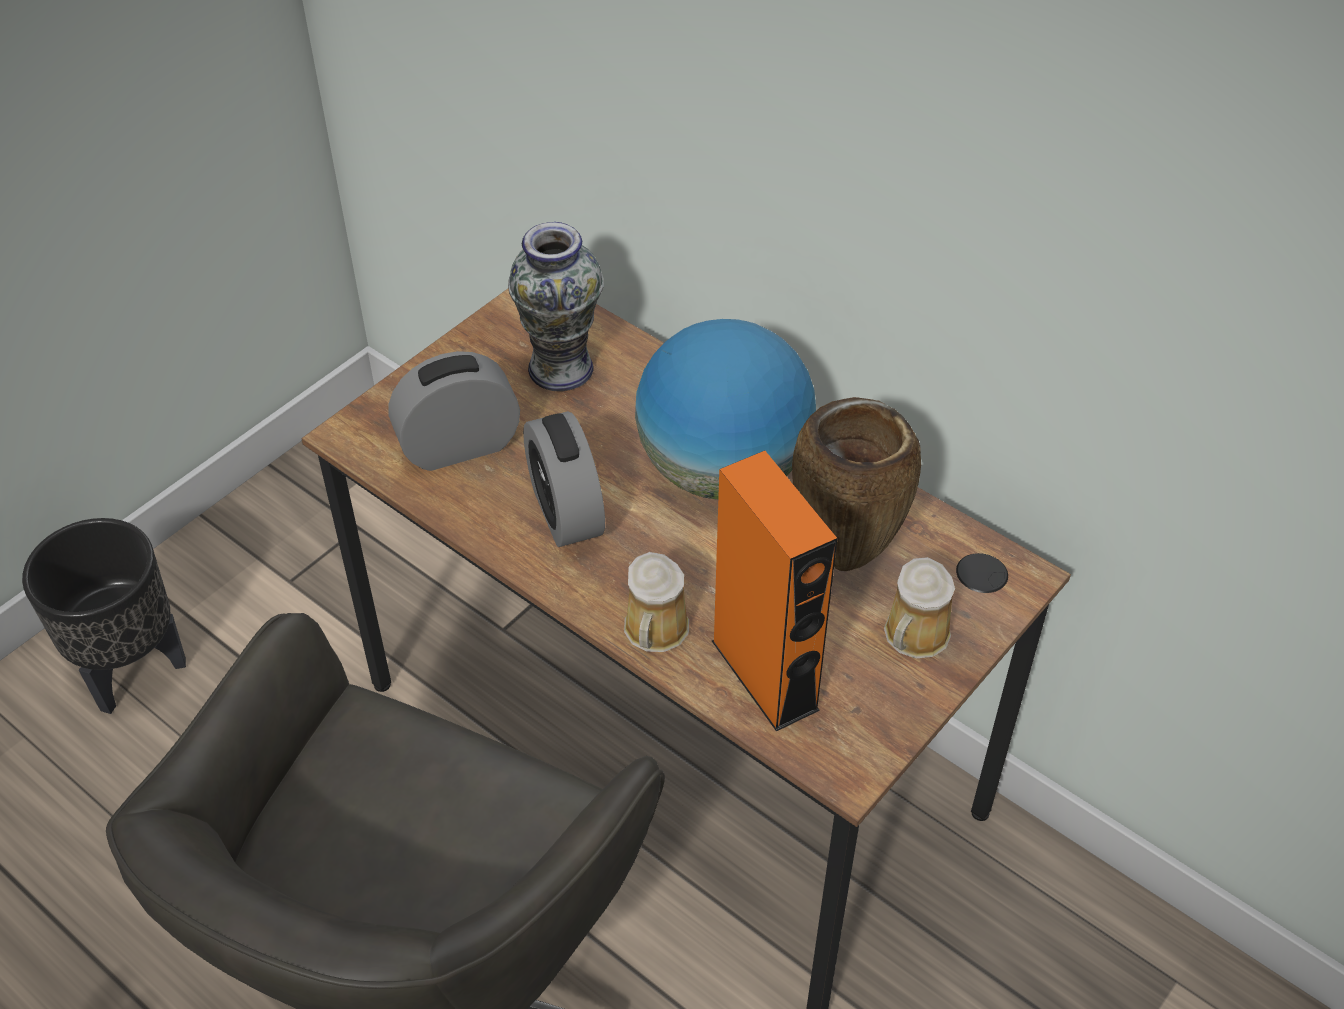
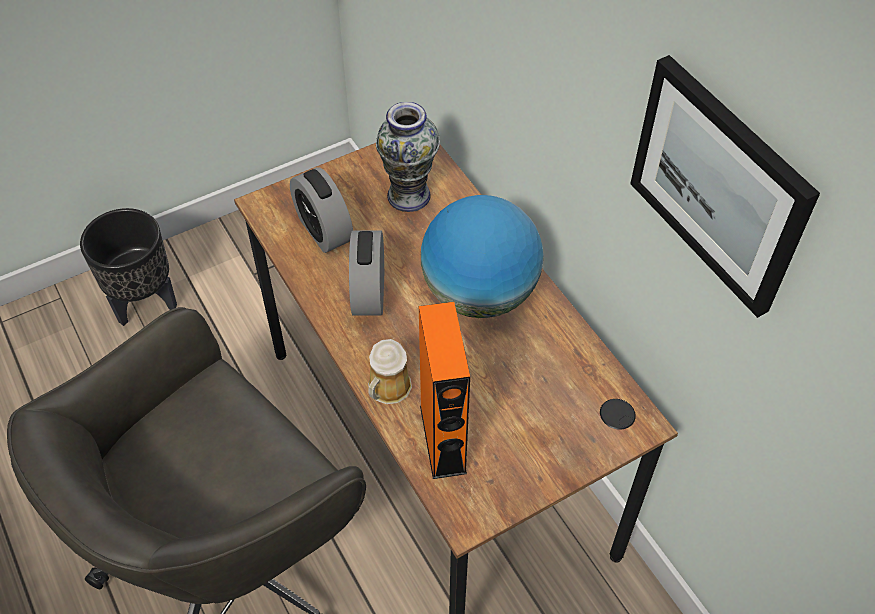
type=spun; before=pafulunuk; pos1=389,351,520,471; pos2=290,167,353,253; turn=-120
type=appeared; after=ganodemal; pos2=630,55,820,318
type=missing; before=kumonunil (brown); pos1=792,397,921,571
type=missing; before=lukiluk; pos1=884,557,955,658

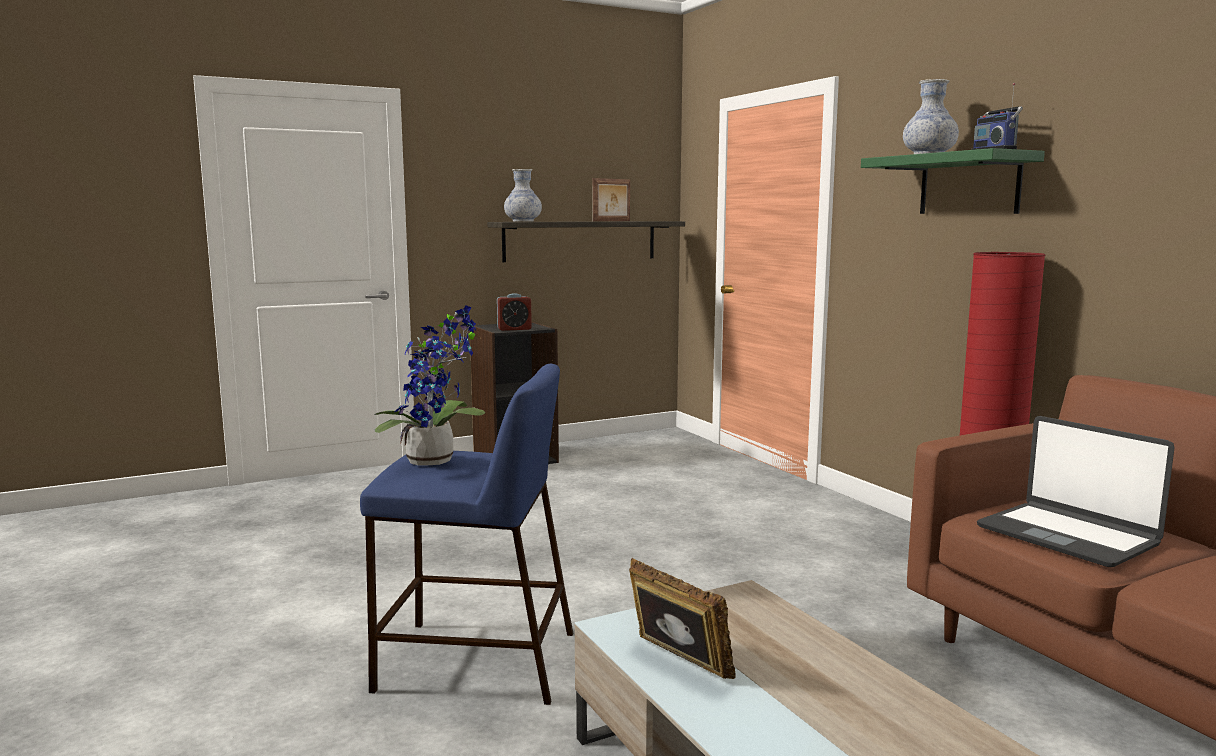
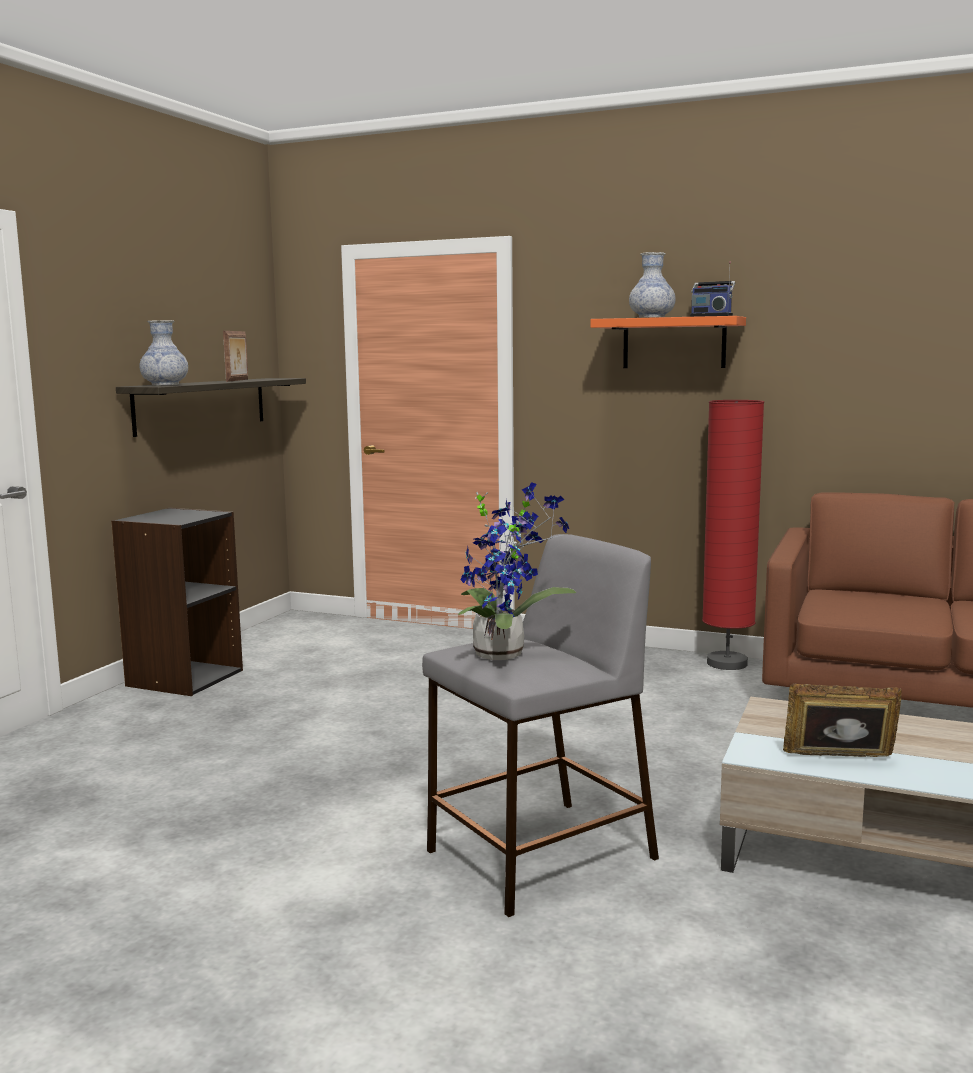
type=colour; before=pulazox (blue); after=pulazox (grey); pos1=360,364,573,705; pos2=422,534,659,917
type=colour; before=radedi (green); after=radedi (orange); pos1=861,148,1045,214; pos2=590,316,746,368
type=missing; before=pafulunuk; pos1=497,293,532,331
type=missing; before=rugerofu; pos1=977,416,1174,567

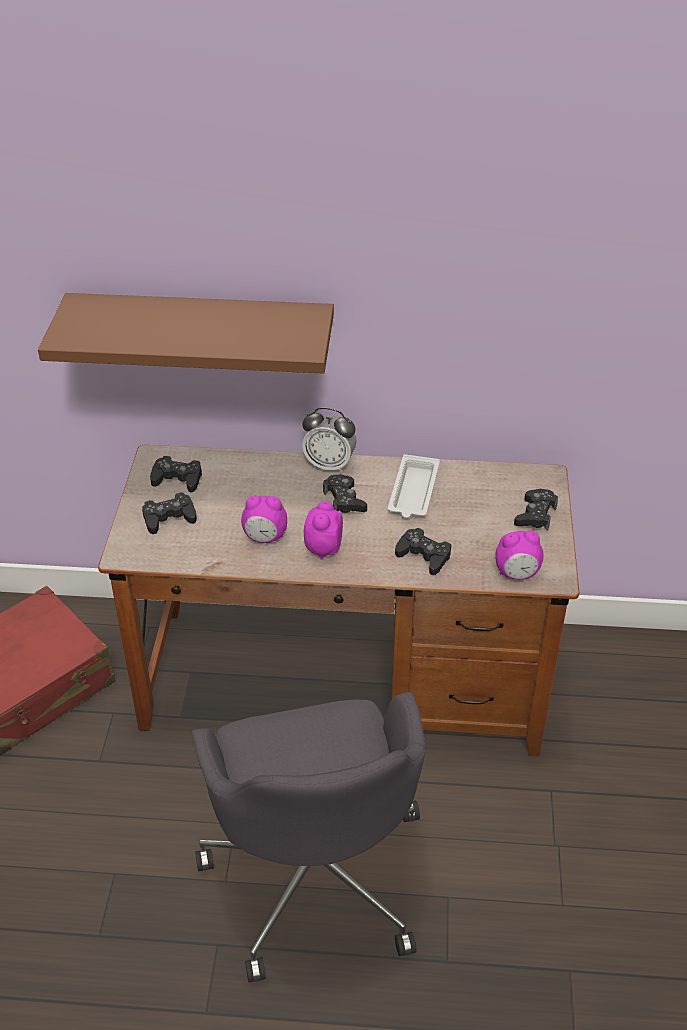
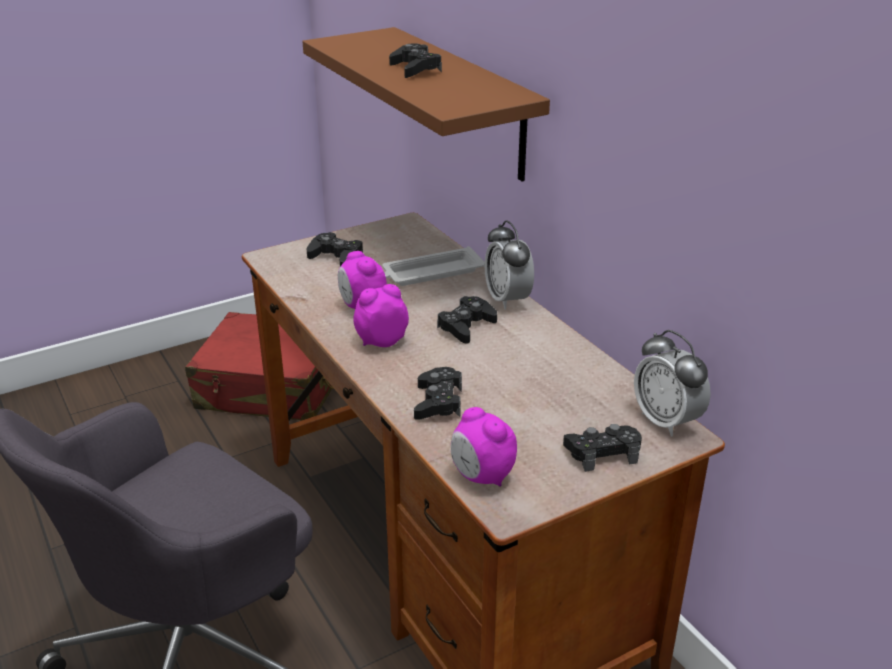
type=relocated; before=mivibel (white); pos1=388,454,440,518; pos2=382,246,485,286
type=relocated; before=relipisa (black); pos1=150,456,202,493; pos2=389,43,442,78
type=appeared; after=pafulunuk; pos2=634,330,711,437

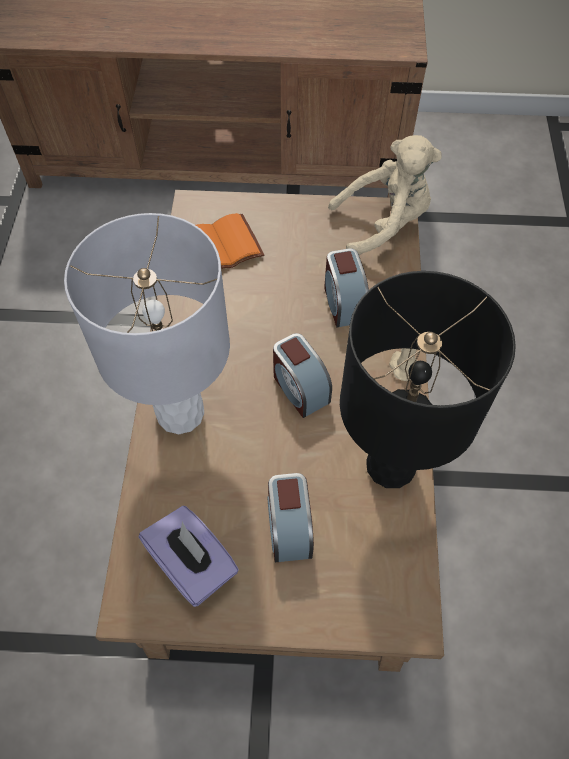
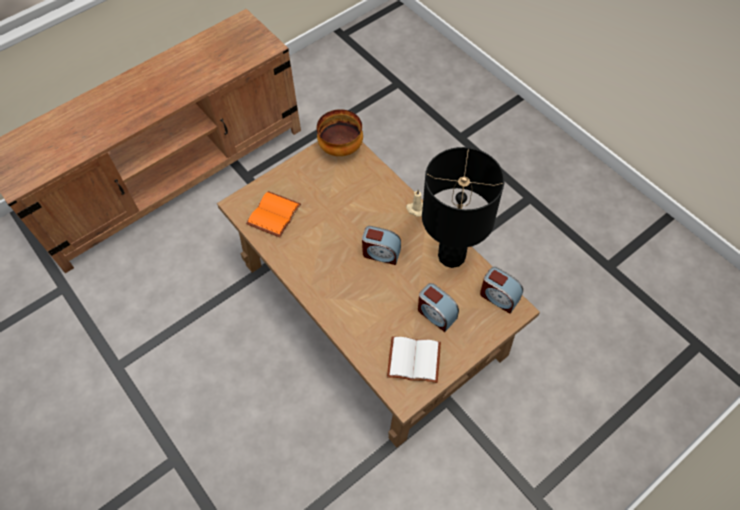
type=exchanged; before=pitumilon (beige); after=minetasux; pos1=328,135,442,256; pos2=317,109,363,156
type=exchanged; before=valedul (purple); after=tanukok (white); pos1=139,506,239,607; pos2=387,336,441,383
type=relocated; before=pafulunuk; pos1=324,248,369,327; pos2=480,267,523,314
type=missing; before=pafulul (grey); pos1=64,213,230,434

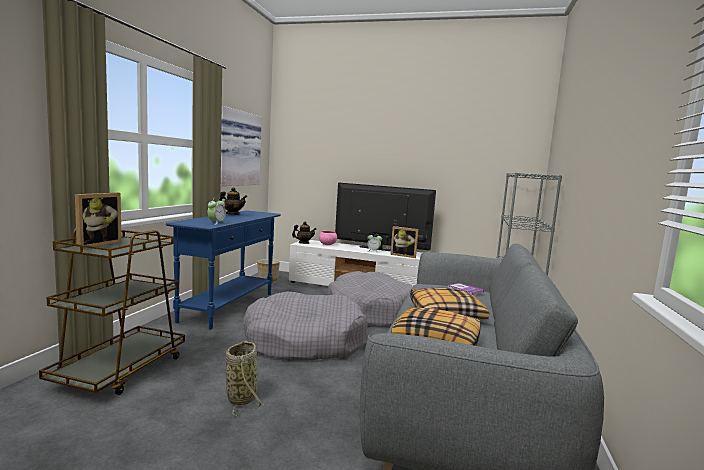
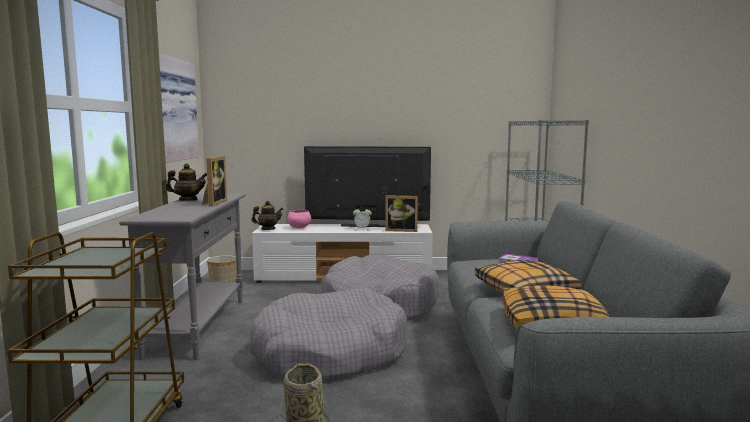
type=colour; before=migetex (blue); after=migetex (grey); pos1=166,210,281,329; pos2=119,193,246,360
type=relocated; before=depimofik; pos1=75,193,122,250; pos2=202,156,227,207
type=missing; before=pafulunuk; pos1=208,199,226,225

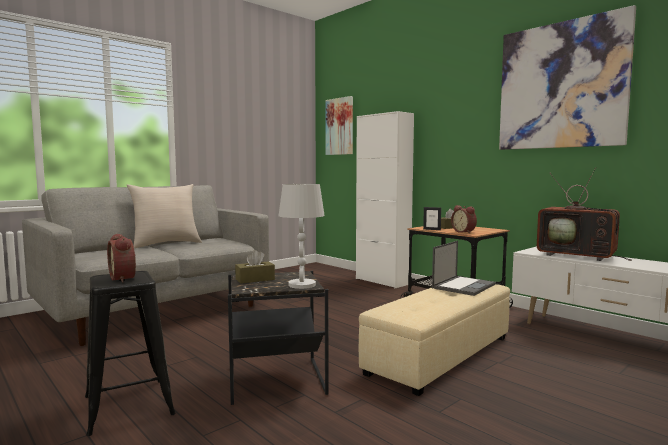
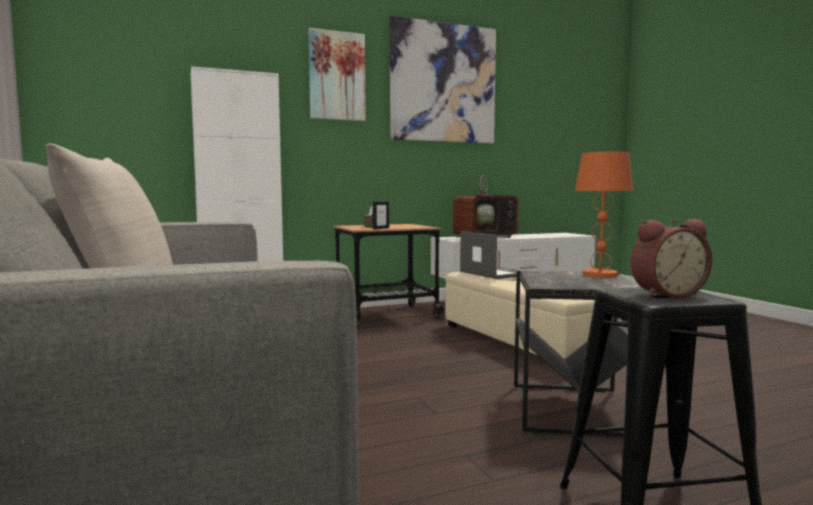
type=relocated; before=ganodemal; pos1=325,96,353,155; pos2=308,28,366,121
type=colour; before=pafulul (white); after=pafulul (orange); pos1=278,184,325,289; pos2=575,152,633,278
type=missing; before=valedul (brown); pos1=235,250,275,284
type=missing; before=pafulunuk; pos1=451,205,477,233

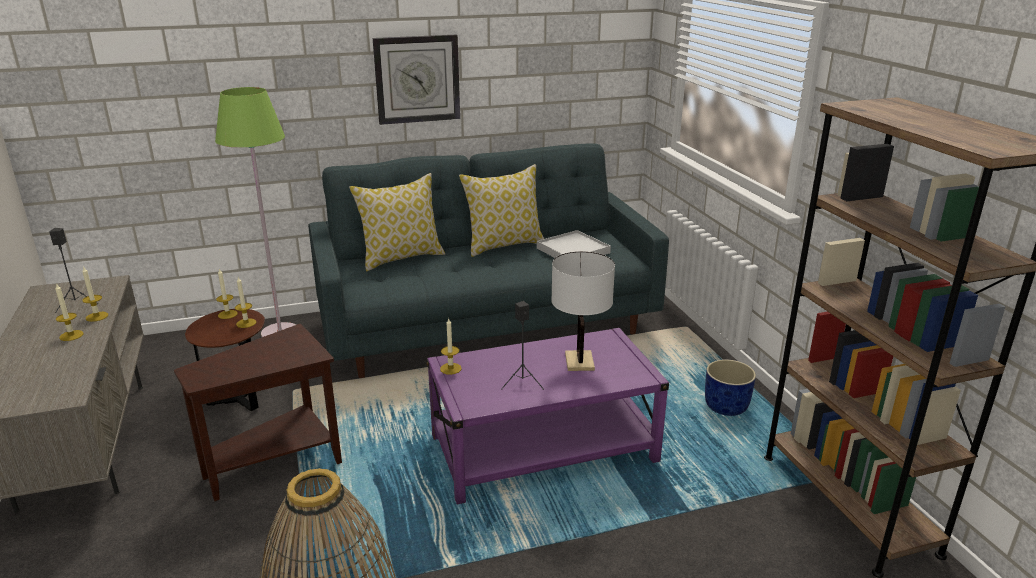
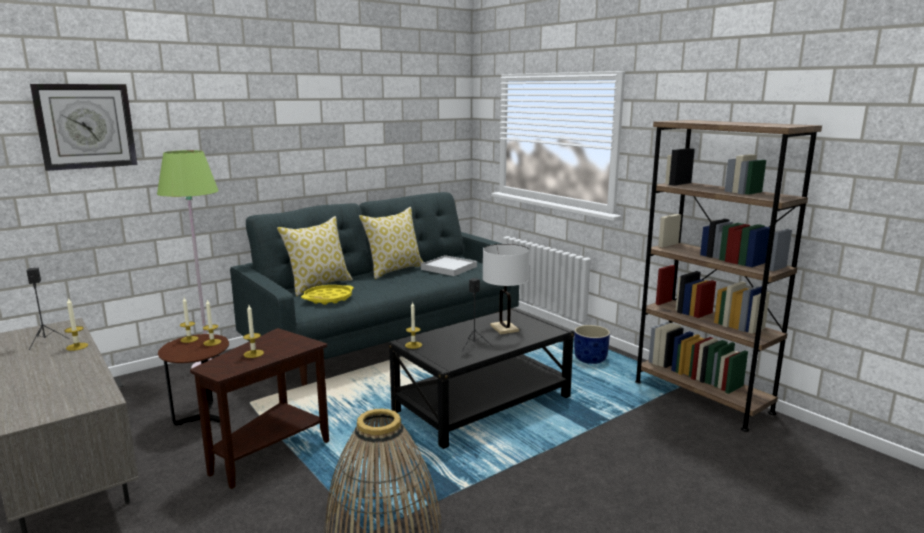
type=relocated; before=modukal; pos1=373,35,460,125; pos2=30,84,137,171
type=relocated; before=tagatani; pos1=55,283,84,341; pos2=243,305,264,358
type=appeared; after=mivibel (yellow); pos2=301,285,354,305
type=colour; before=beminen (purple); after=beminen (black); pos1=427,328,669,504; pos2=389,308,574,449

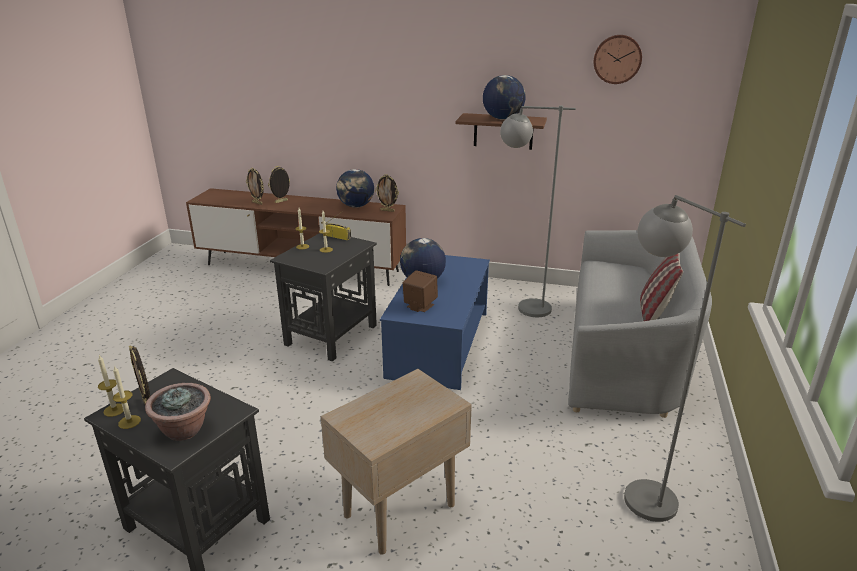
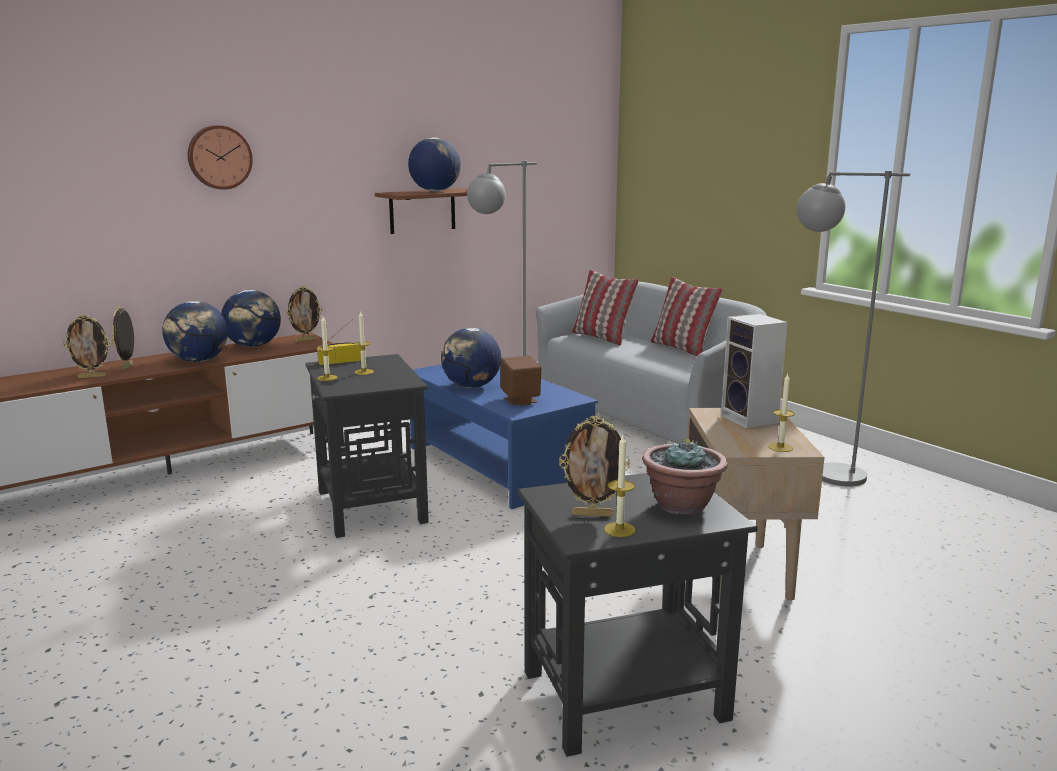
type=appeared; after=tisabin; pos2=162,301,228,362
type=relocated; before=modukal; pos1=594,35,642,84; pos2=188,125,253,190
type=appeared; after=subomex; pos2=572,270,639,346
type=appeared; after=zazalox; pos2=721,314,788,429
type=relocated; before=tagatani; pos1=98,355,124,417; pos2=768,373,795,452

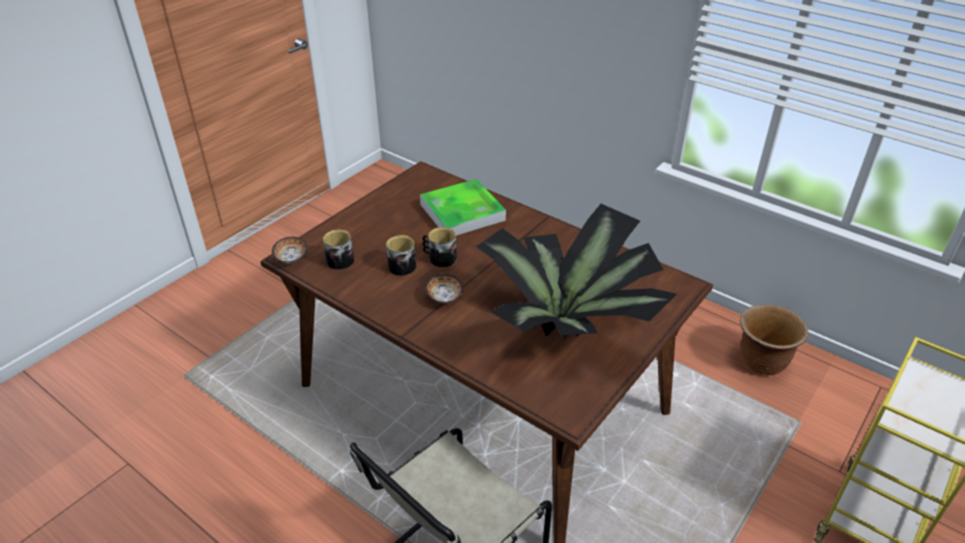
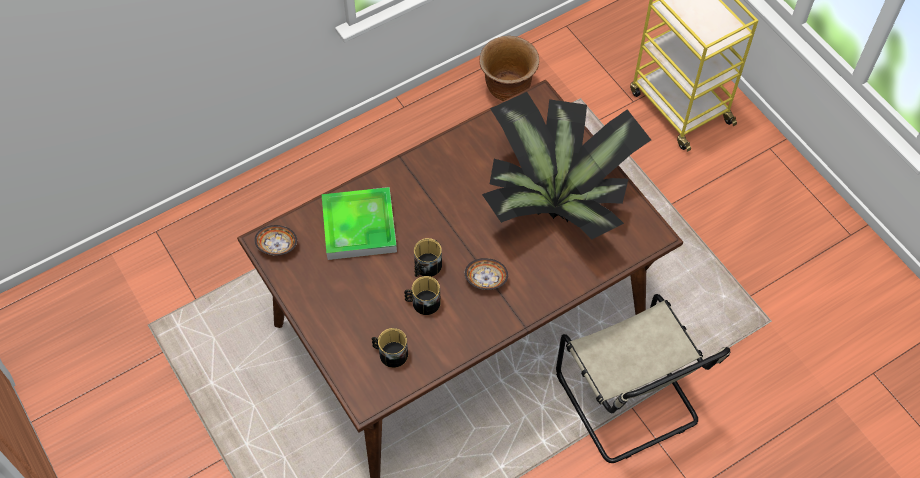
type=relocated; before=minetasux; pos1=272,237,308,263; pos2=254,225,297,256

